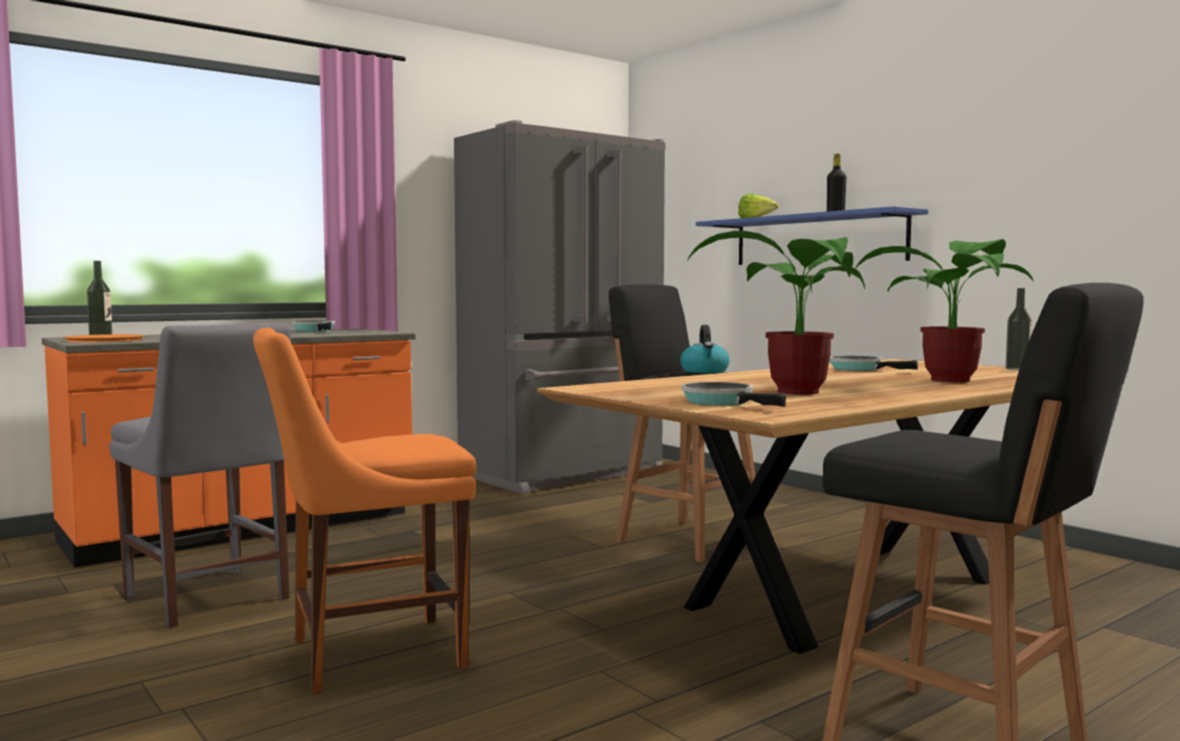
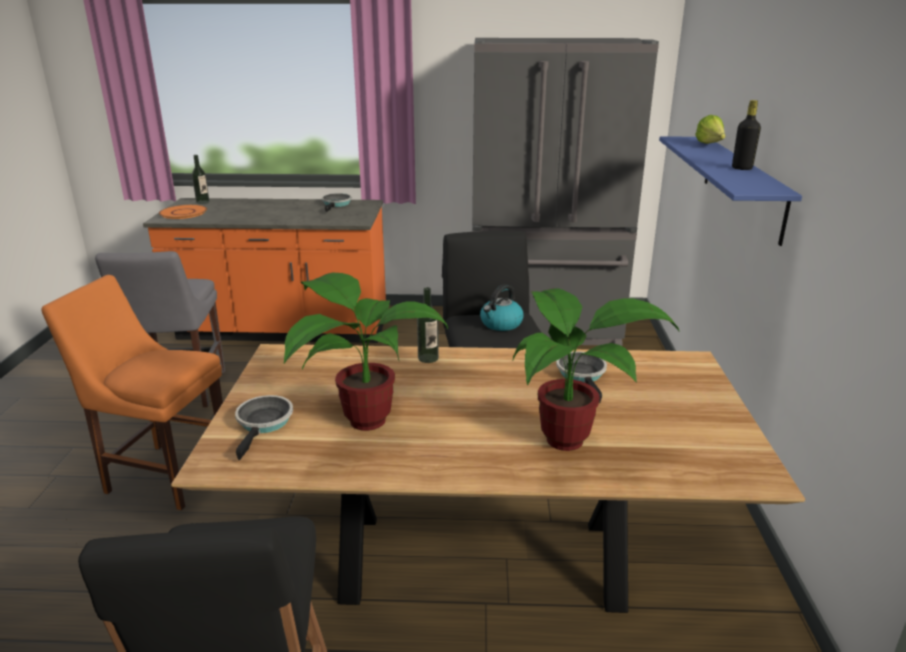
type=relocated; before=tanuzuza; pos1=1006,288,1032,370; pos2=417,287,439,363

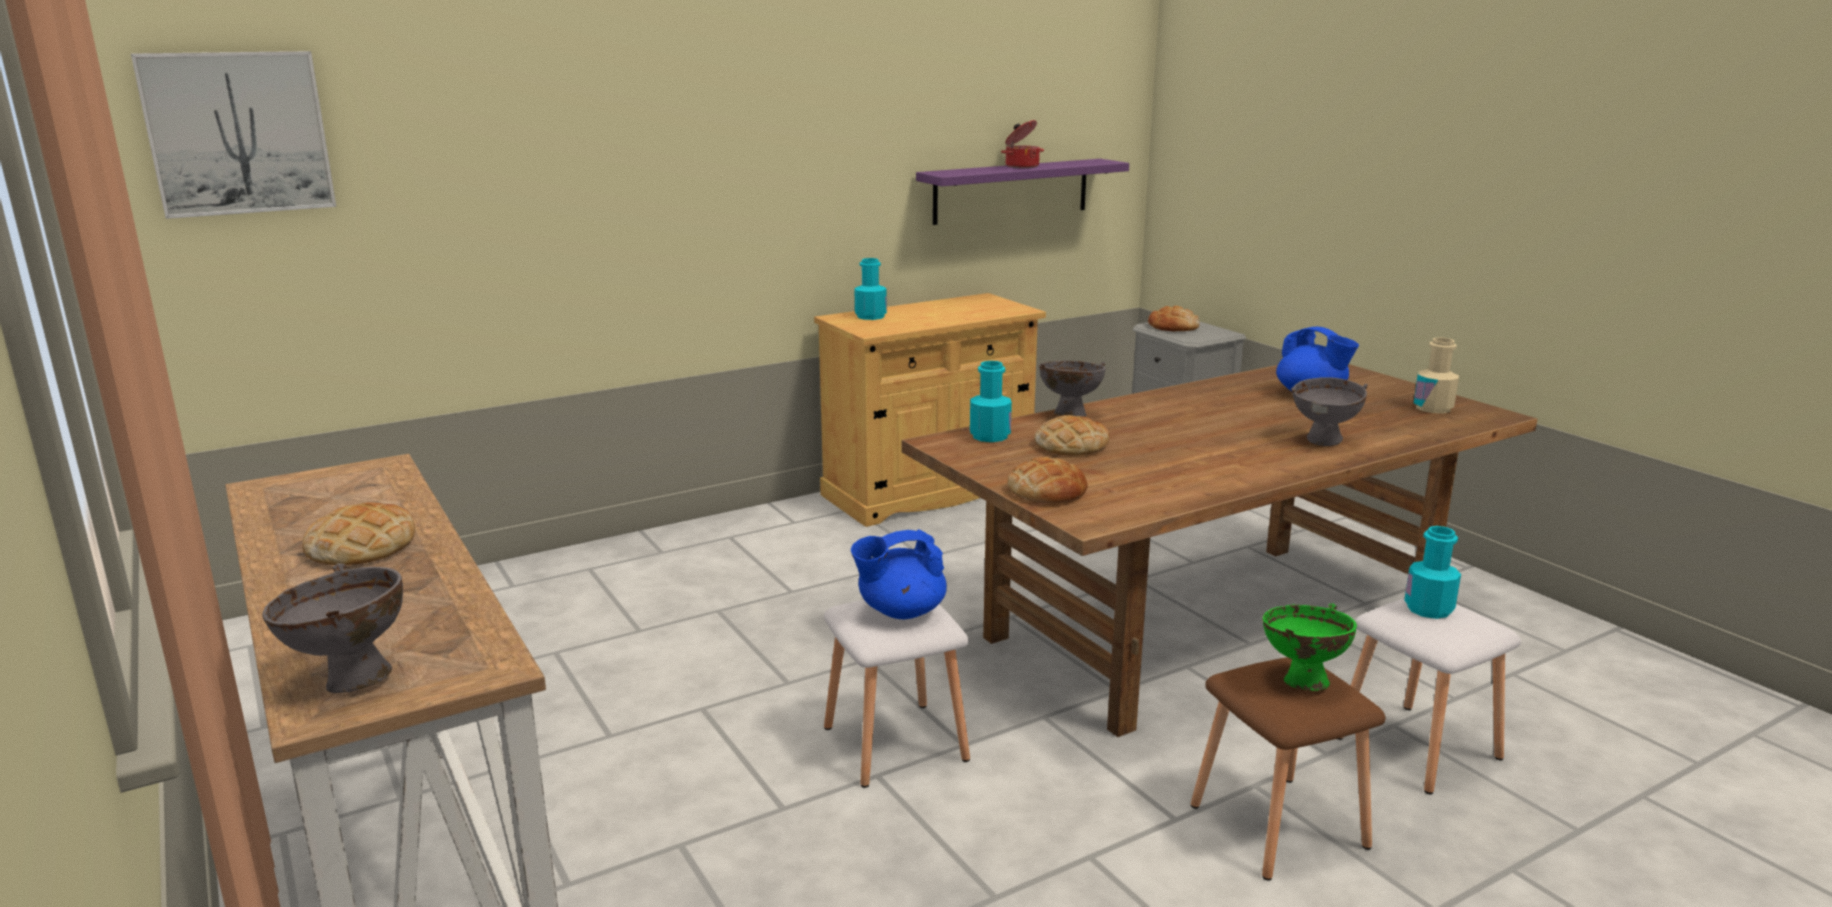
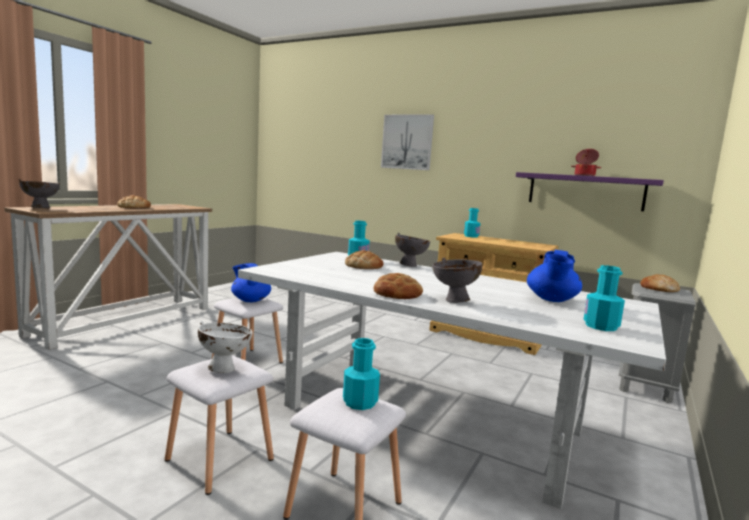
type=colour; before=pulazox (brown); after=pulazox (white); pos1=1191,657,1386,881; pos2=165,355,274,495
type=colour; before=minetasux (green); after=minetasux (white); pos1=1262,604,1357,691; pos2=198,321,252,373
type=colour; before=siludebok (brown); after=siludebok (white); pos1=902,364,1538,737; pos2=238,252,666,509
type=relocated; before=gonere; pos1=1008,457,1087,504; pos2=374,273,423,299
type=relocated; before=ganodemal; pos1=131,51,336,219; pos2=381,114,434,170
type=colour; before=tanuzuza (beige); after=tanuzuza (turquoise); pos1=1414,338,1459,414; pos2=584,265,625,331

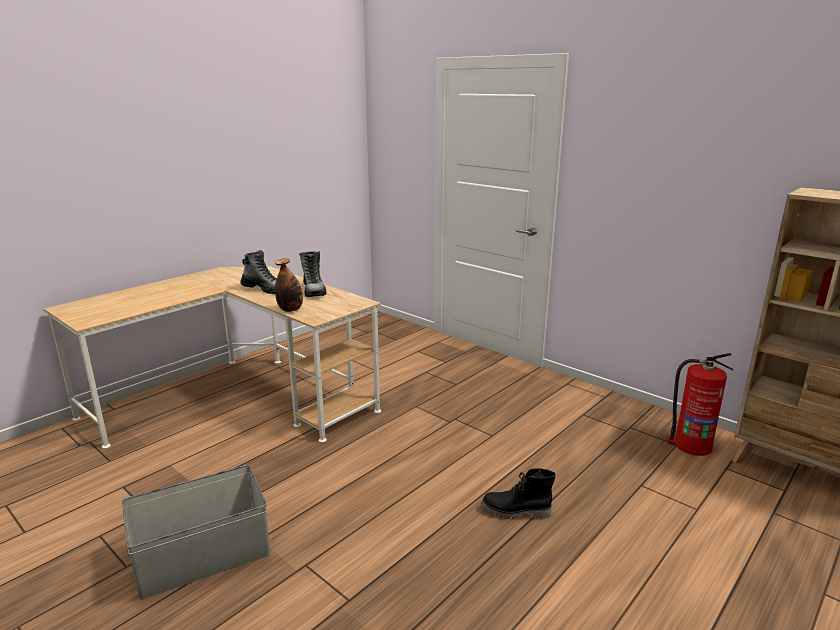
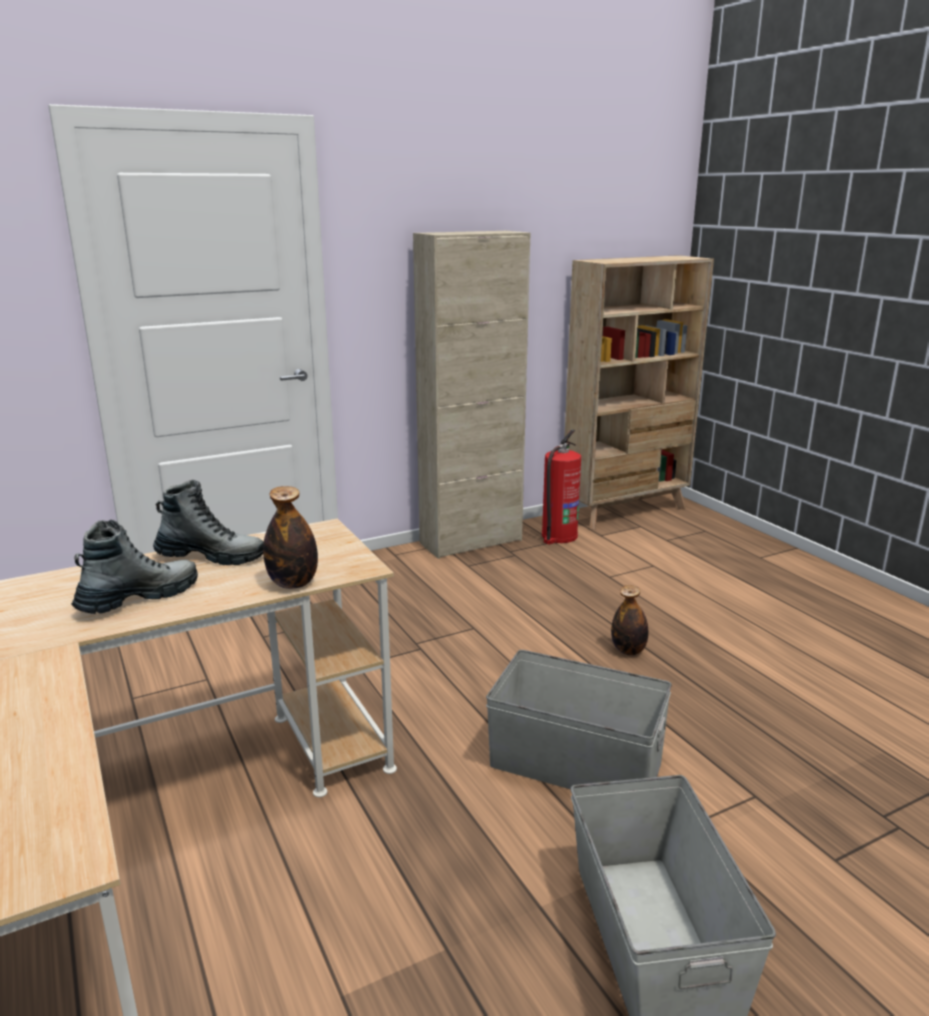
type=appeared; after=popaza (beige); pos2=413,231,530,559
type=appeared; after=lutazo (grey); pos2=486,650,672,789
type=exchanged; before=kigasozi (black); after=tanuzuza; pos1=481,468,556,519; pos2=611,585,648,655

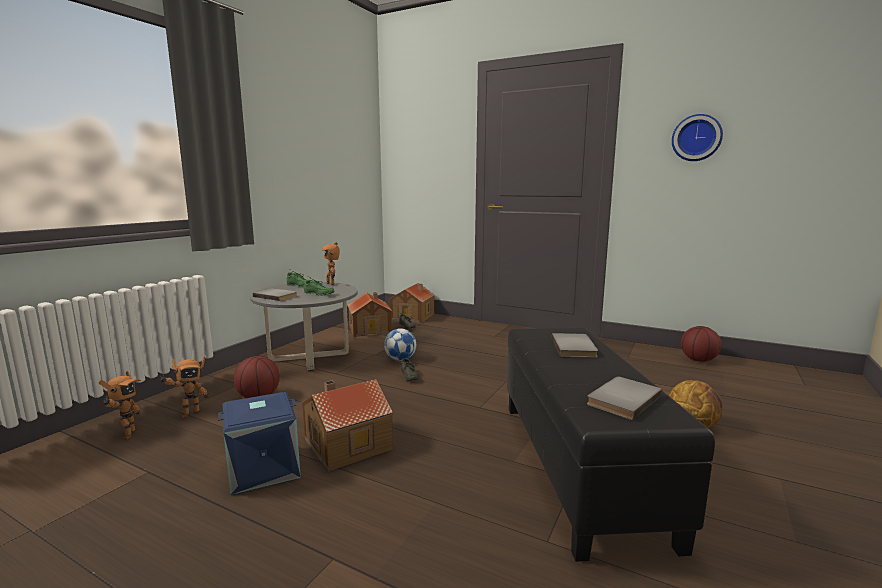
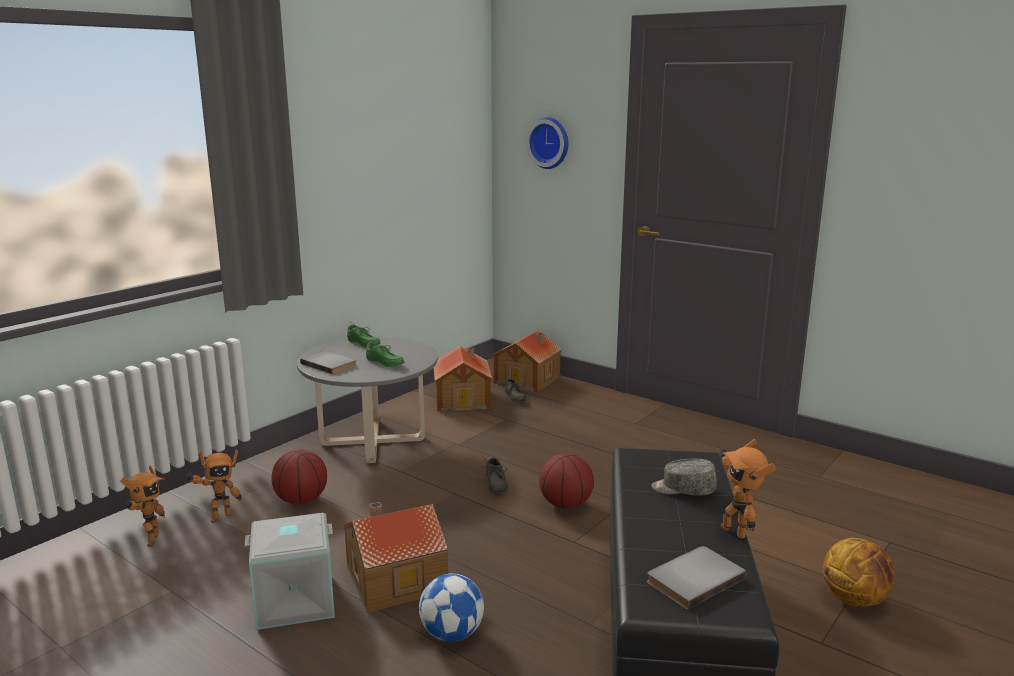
type=colour; before=lutazo (blue); after=lutazo (grey); pos1=218,392,301,495; pos2=245,513,335,630
type=relocated; before=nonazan; pos1=384,328,416,361; pos2=419,573,484,642
type=relocated; before=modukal; pos1=672,114,723,161; pos2=526,117,568,169
type=relocated; before=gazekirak; pos1=681,326,721,362; pos2=539,453,594,509
type=exchanged; before=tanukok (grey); after=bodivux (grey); pos1=552,333,598,358; pos2=651,458,717,495
type=relocated; before=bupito; pos1=321,242,340,285; pos2=720,439,776,539

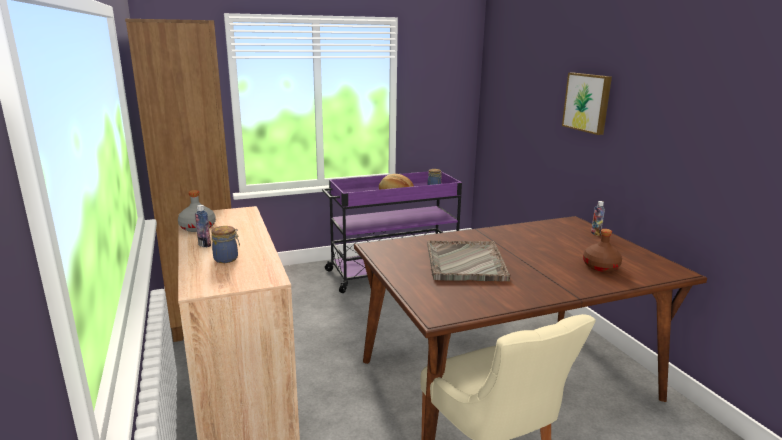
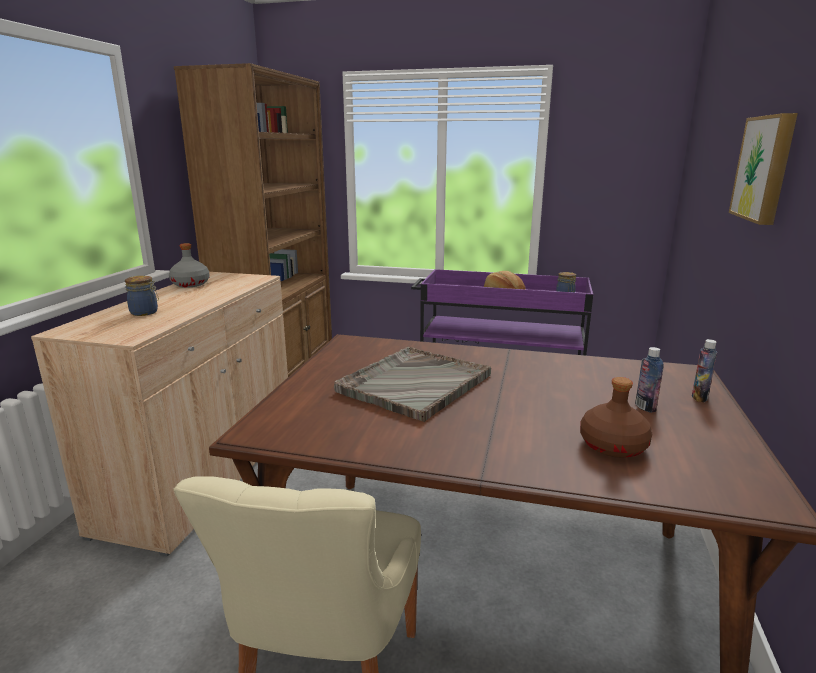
type=relocated; before=tanuzuza; pos1=195,205,211,247; pos2=635,347,663,413

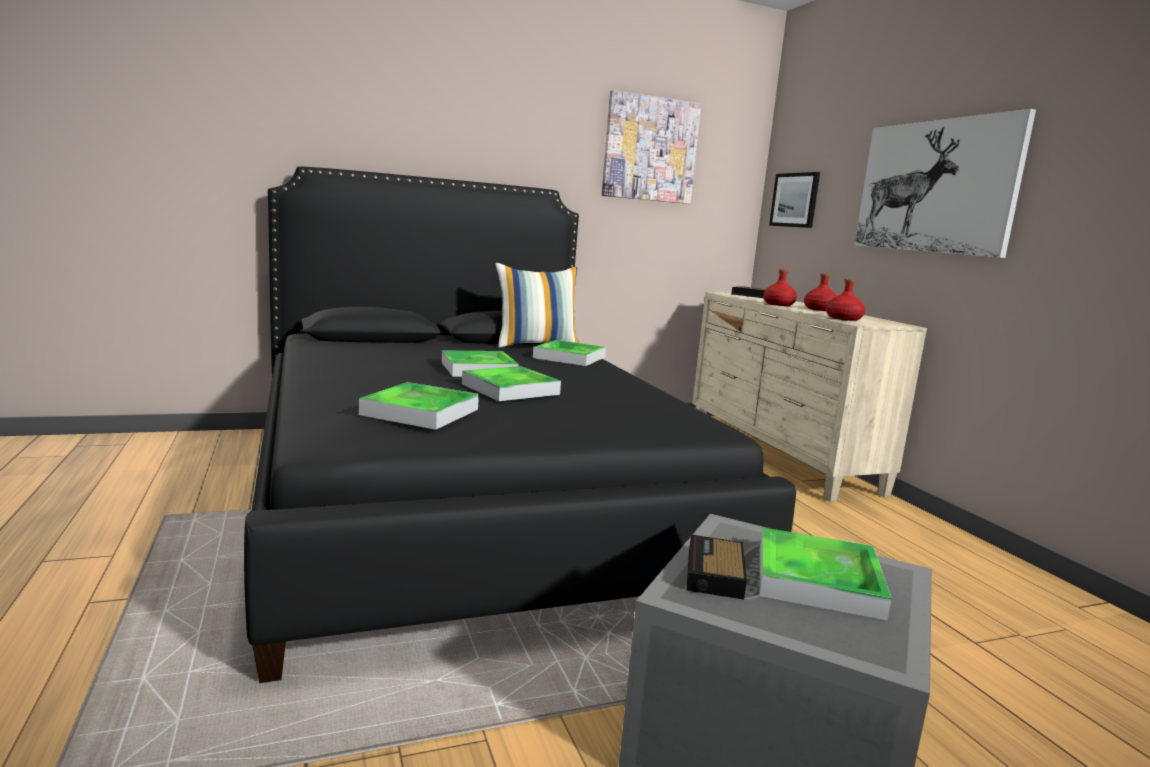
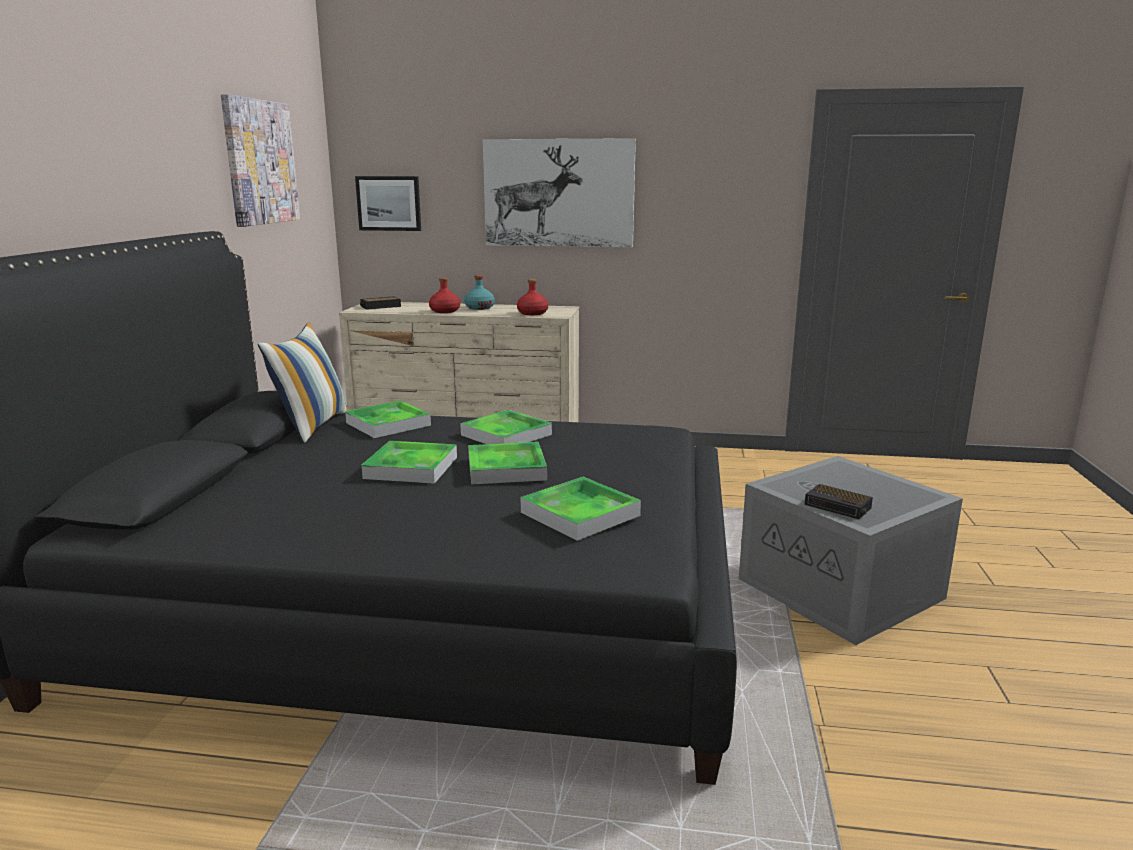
type=relocated; before=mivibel; pos1=760,527,892,620; pos2=460,410,552,444
type=colour; before=tanuzuza (red); after=tanuzuza (turquoise); pos1=804,273,837,311; pos2=464,275,495,310

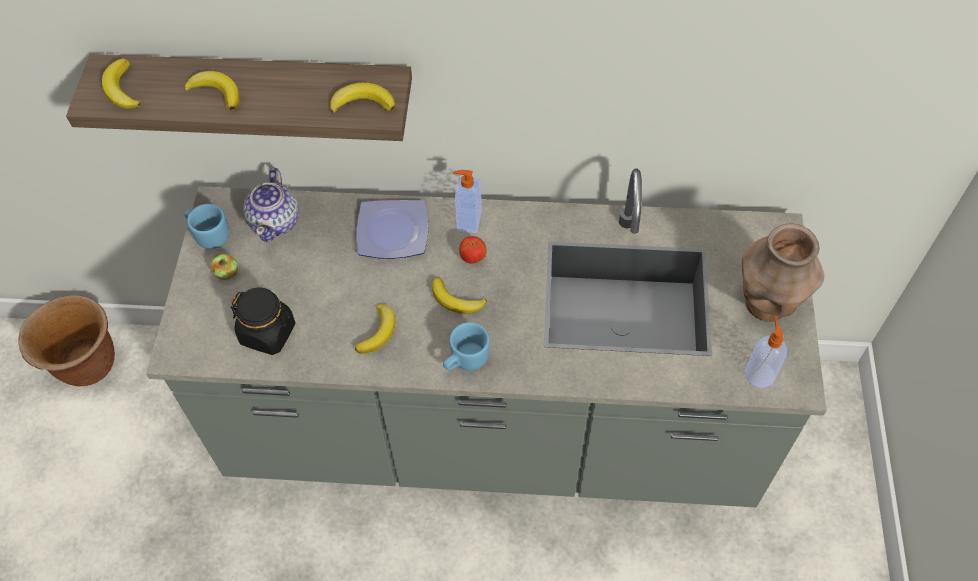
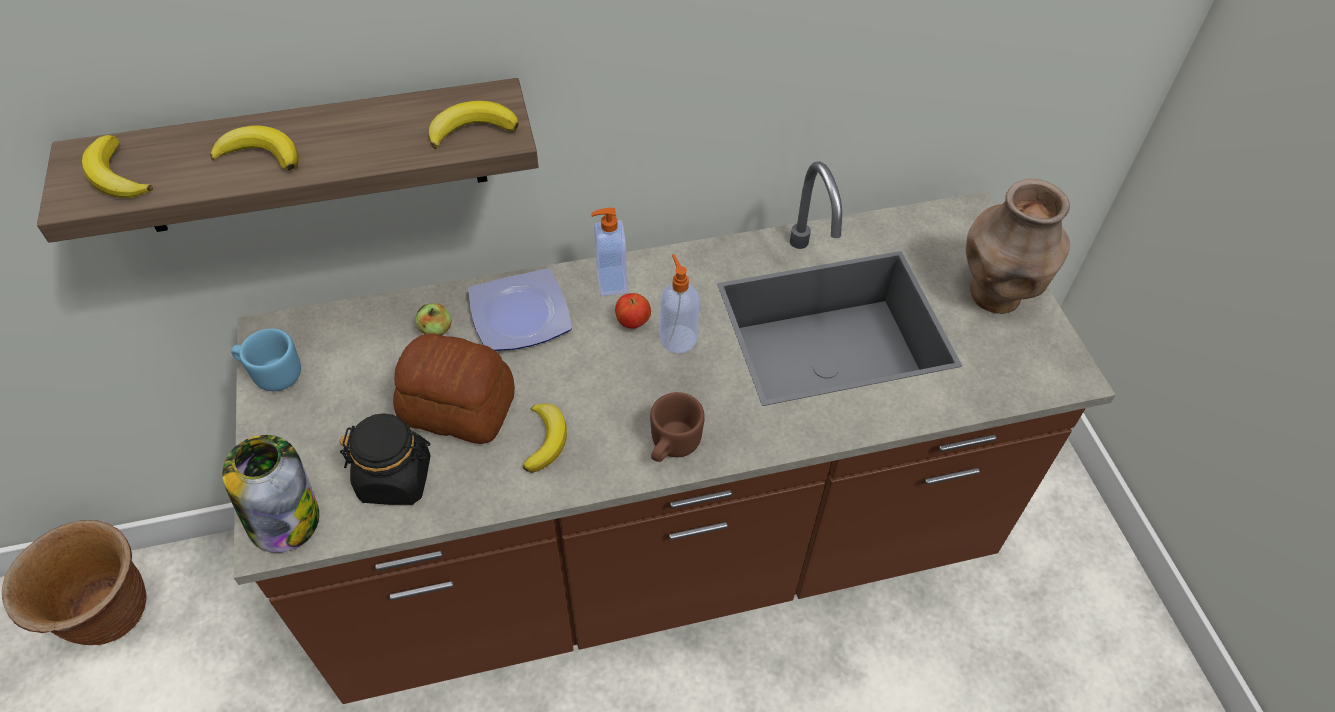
type=appeared; after=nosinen; pos2=222,435,319,553
type=colour; before=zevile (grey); after=zevile (brown); pos1=146,169,827,508; pos2=234,161,1116,704
type=appeared; after=gonere; pos2=393,334,515,444
type=relocated; before=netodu; pos1=210,254,238,280; pos2=416,303,452,335
type=colour; before=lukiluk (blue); after=lukiluk (brown); pos1=443,322,490,370; pos2=650,392,705,462
type=relocated; before=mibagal; pos1=745,316,787,388; pos2=660,254,699,353
type=missing; before=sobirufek; pos1=243,168,299,242
type=missing; before=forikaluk; pos1=432,277,487,314

